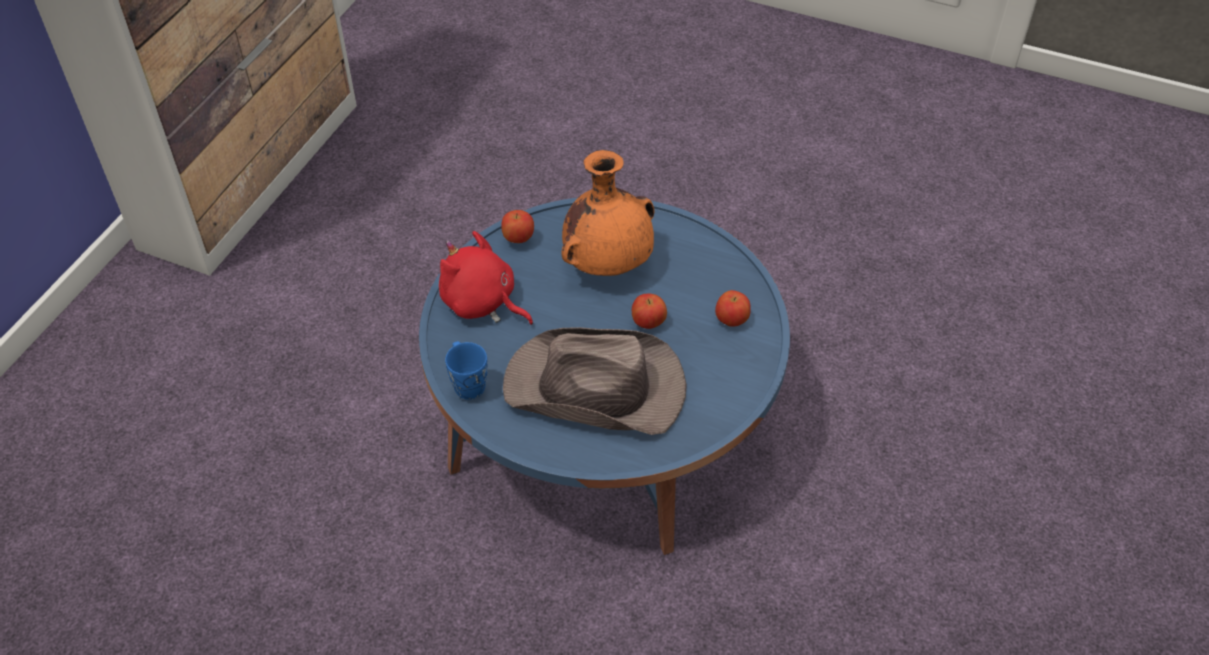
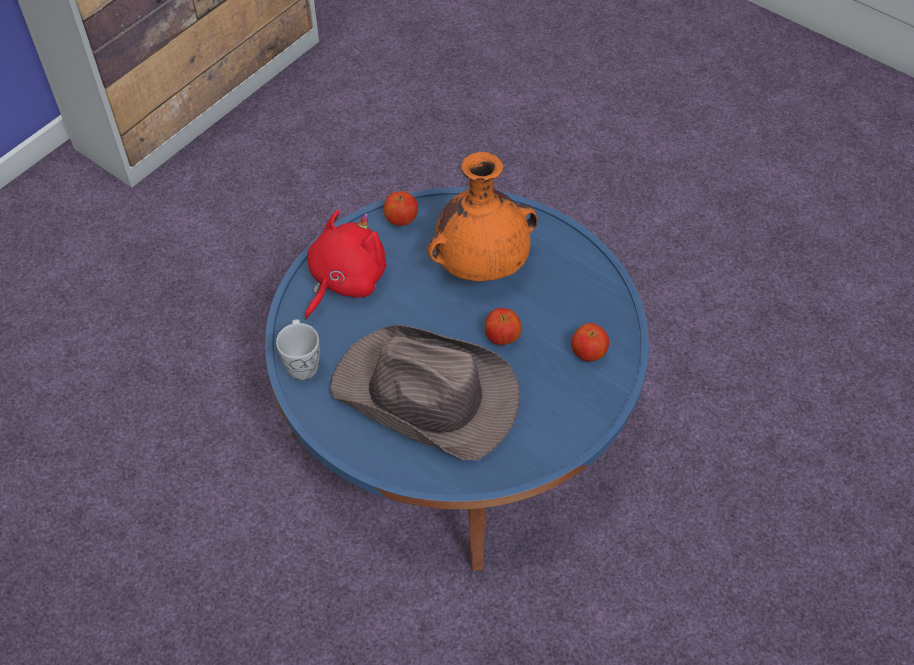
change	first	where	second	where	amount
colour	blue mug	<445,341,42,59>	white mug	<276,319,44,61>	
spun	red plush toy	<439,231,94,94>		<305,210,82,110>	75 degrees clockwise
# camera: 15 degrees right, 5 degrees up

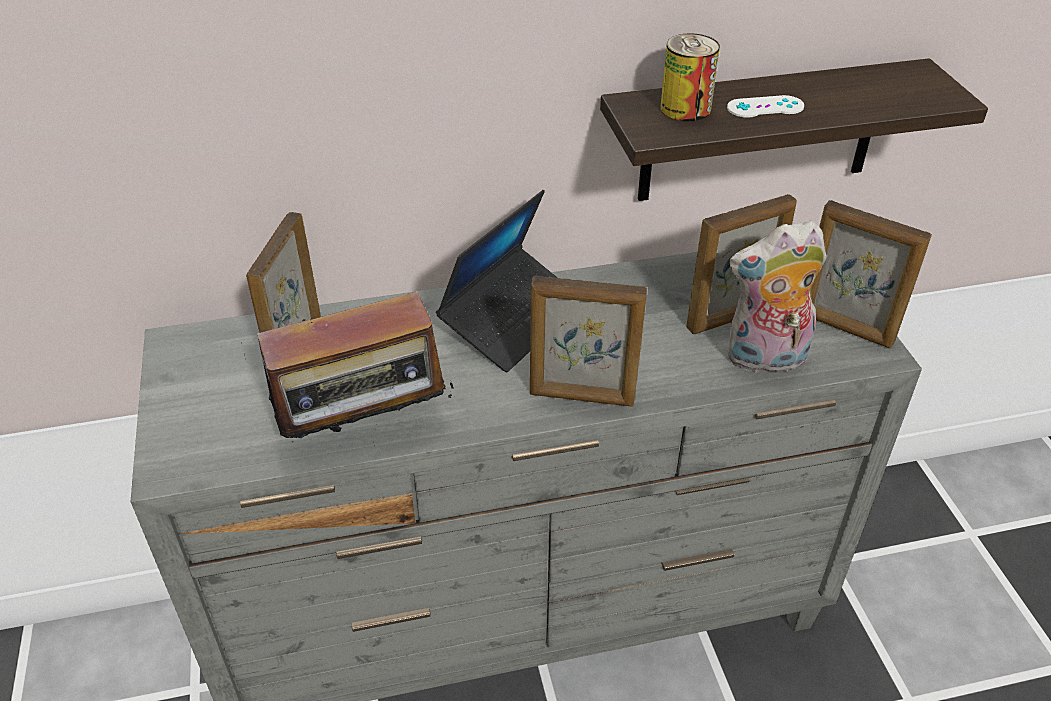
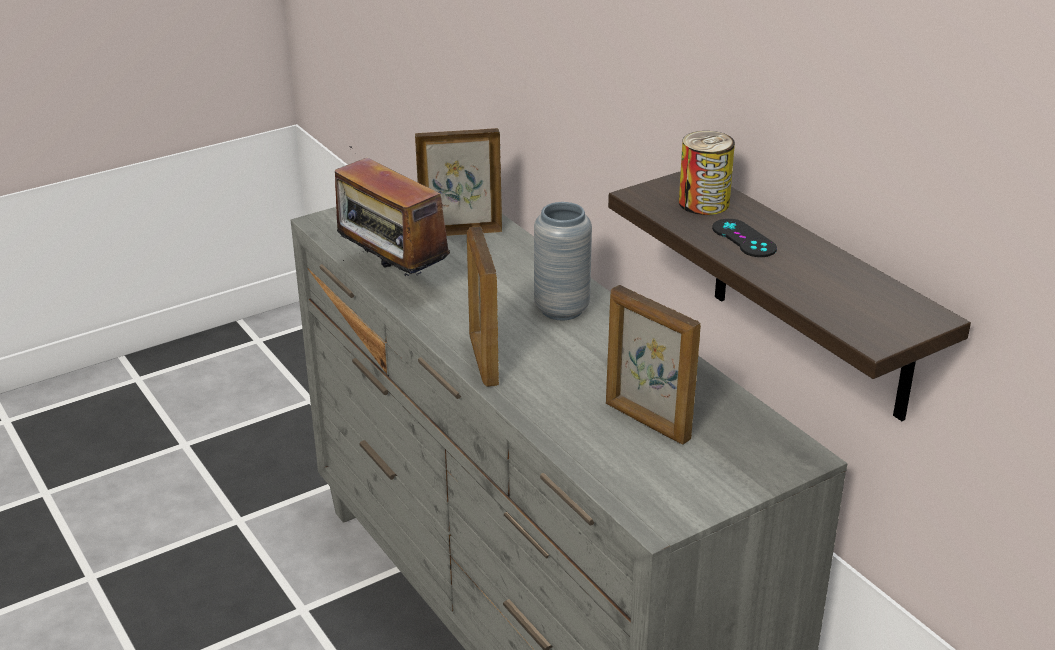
change	first	where	second	where	amount
missing	plush toy	<727,221,100,156>			
missing	picture frame	<810,200,122,149>			
exchanged	laptop	<436,190,122,182>	grey vase	<534,202,58,118>	
colour	white game controller	<727,95,77,23>	black game controller	<712,219,65,38>	
# camera: 70 degrees right, 10 degrees down

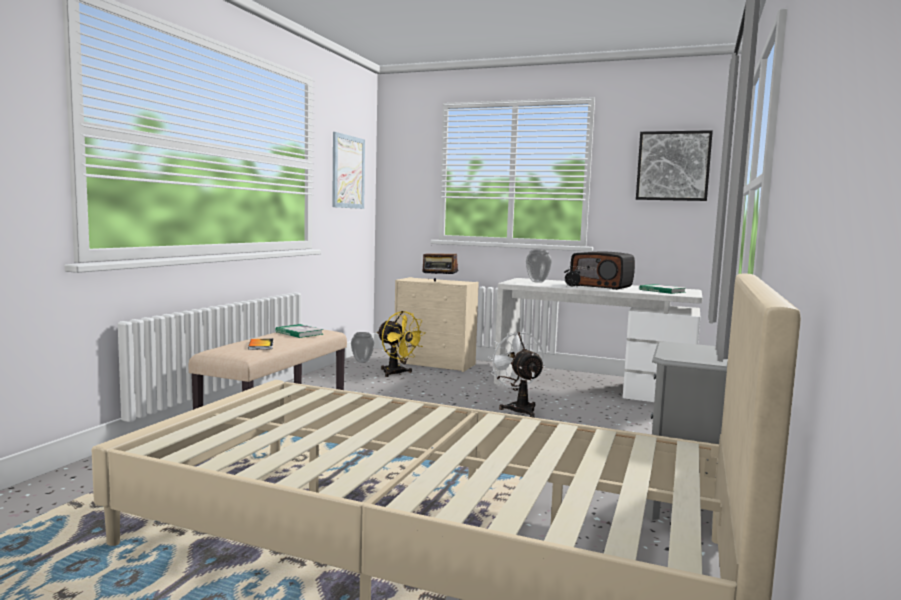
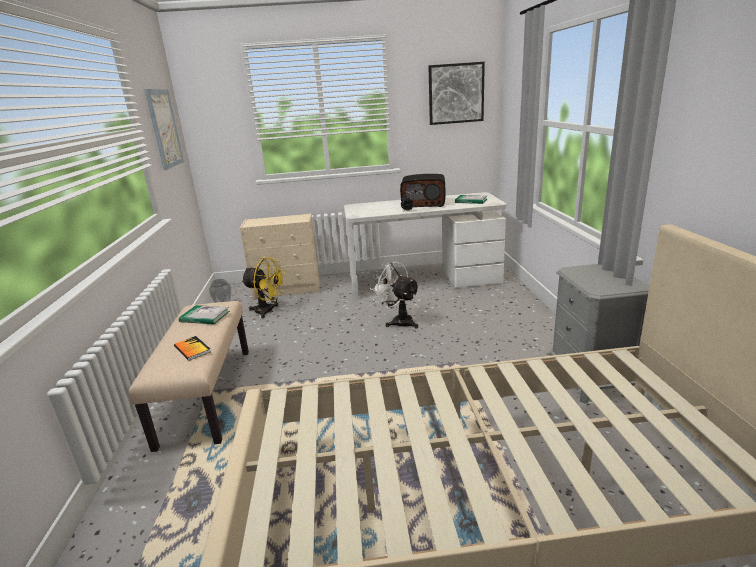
change	first	where	second	where	amount
missing	radio	<422,245,36,37>			
missing	vase	<526,249,26,34>			
# camera: 25 degrees left, 15 degrees up

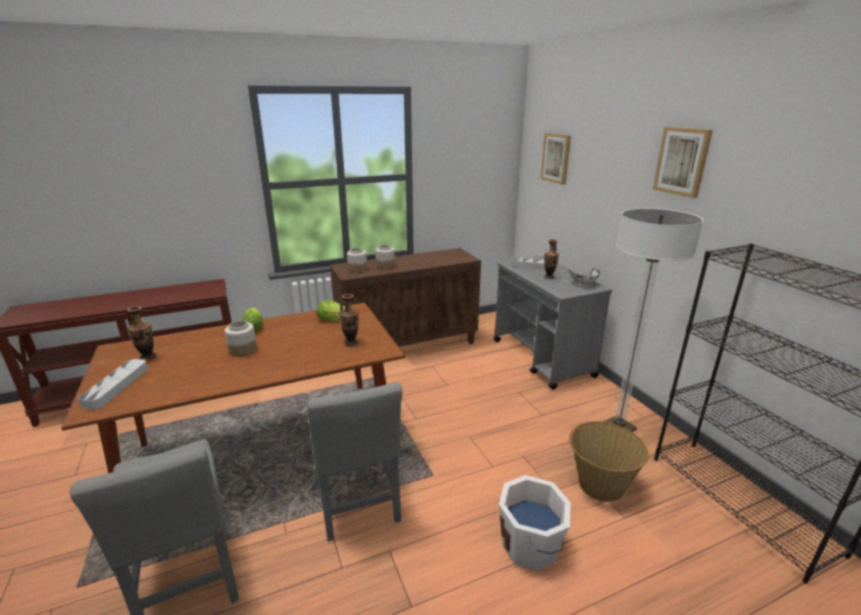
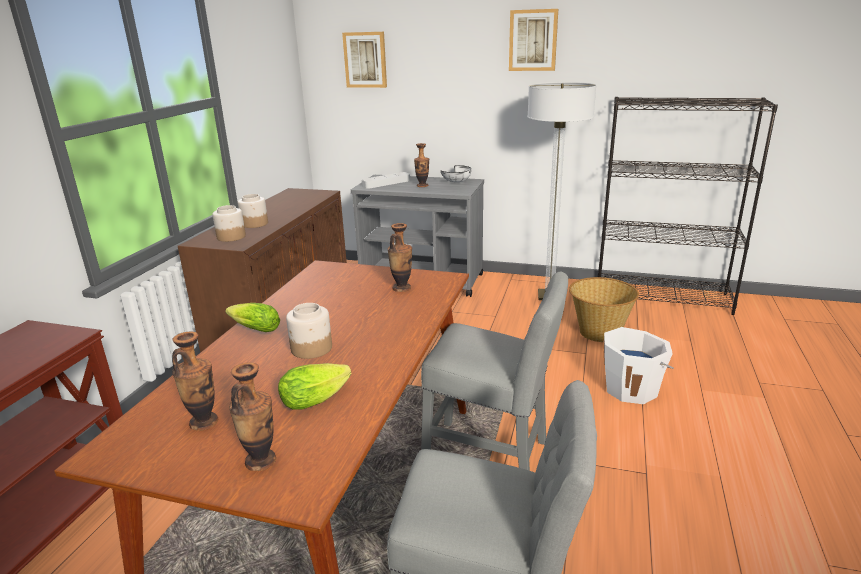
change	first	where	second	where	amount
relocated	lettuce	<316,300,29,22>		<278,363,73,46>	
exchanged	grey tray	<78,359,70,51>	vase	<229,362,47,109>	
# camera: 50 degrees left, 0 degrees up

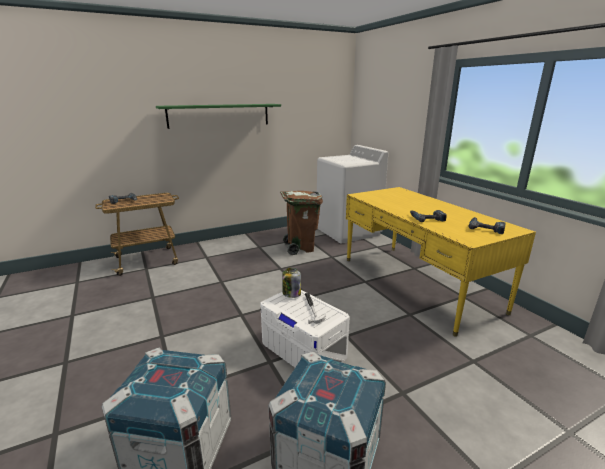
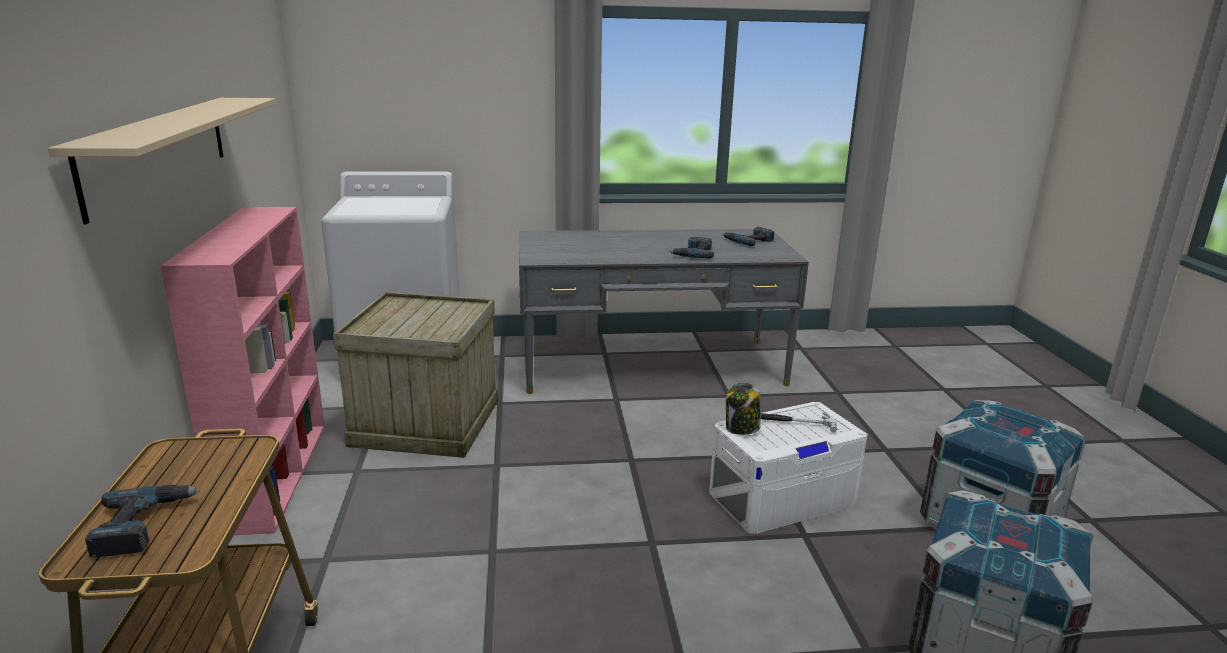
change	first	where	second	where	amount
appeared			pink bookcase	<161,207,164,328>	
exchanged	brown trash can	<280,191,43,64>	crate	<333,292,165,166>	
colour	green shelf	<156,104,125,25>	beige shelf	<48,98,228,126>	
colour	yellow desk	<346,187,190,150>	grey desk	<519,229,290,165>	
# camera: 70 degrees left, 0 degrees up

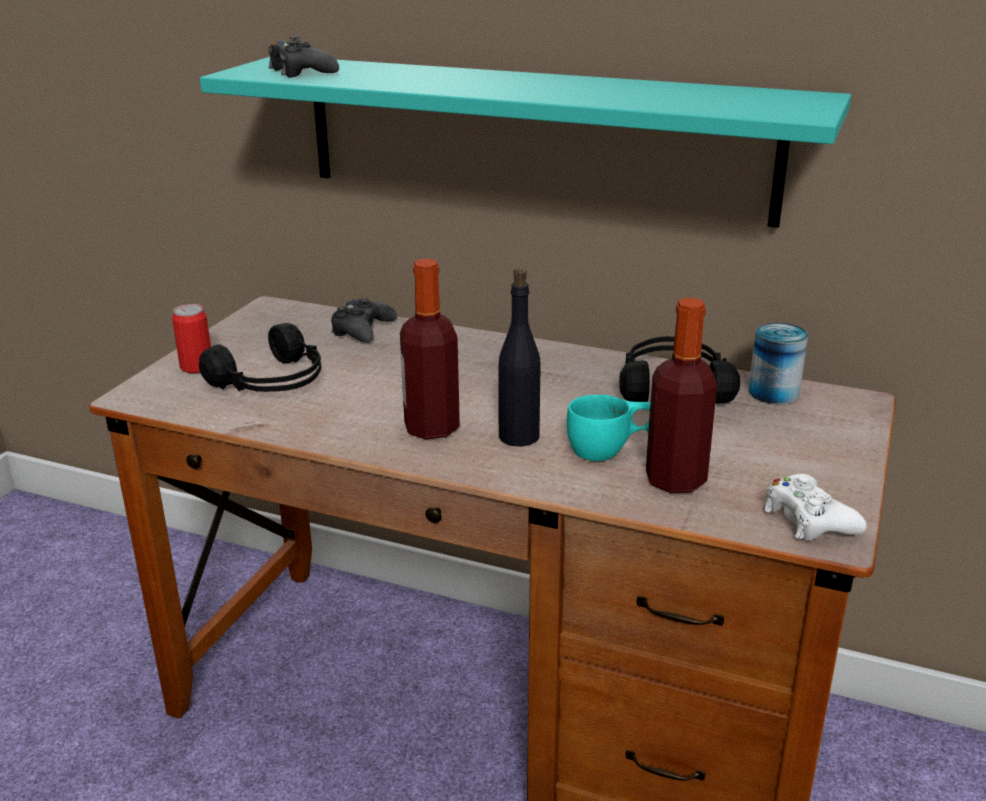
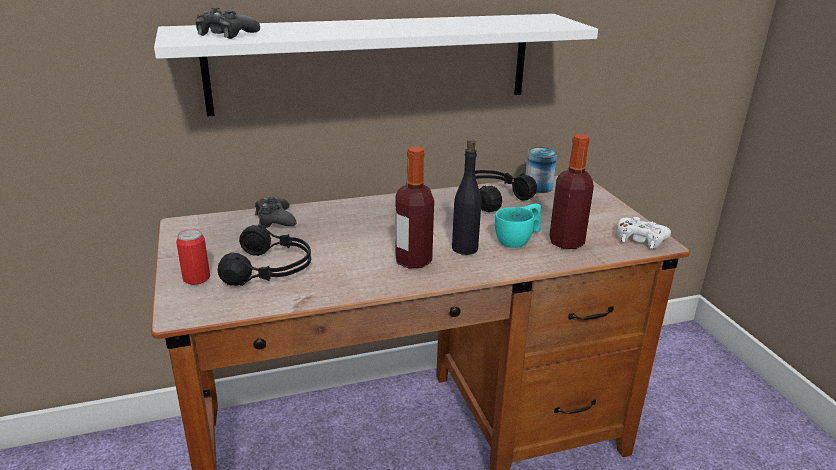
change	first	where	second	where	amount
colour	turquoise shelf	<200,57,651,171>	white shelf	<154,14,444,102>	
# camera: 40 degrees left, 0 degrees up

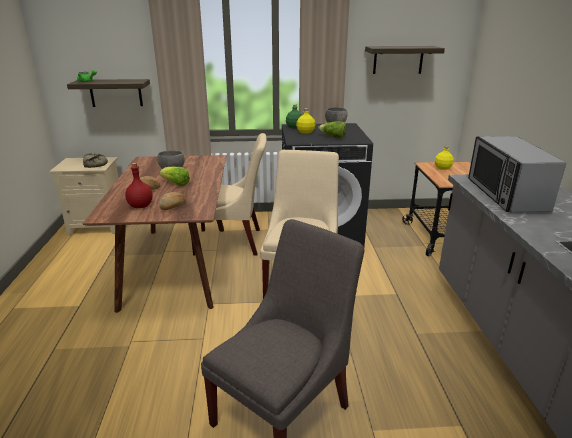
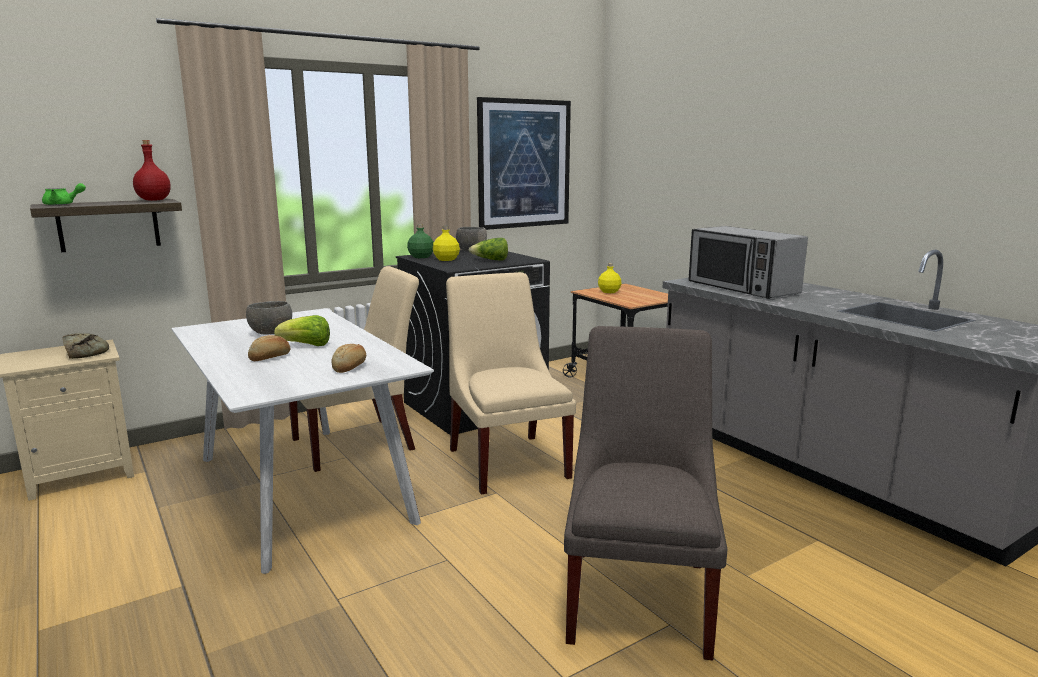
change	first	where	second	where	amount
relocated	red bottle	<125,163,28,45>		<133,140,38,61>	
exchanged	shelf	<365,46,80,28>	picture	<477,97,94,133>	
colour	brown dining table	<82,155,144,158>	white dining table	<171,308,263,266>	
# camera: 30 degrees left, 10 degrees down

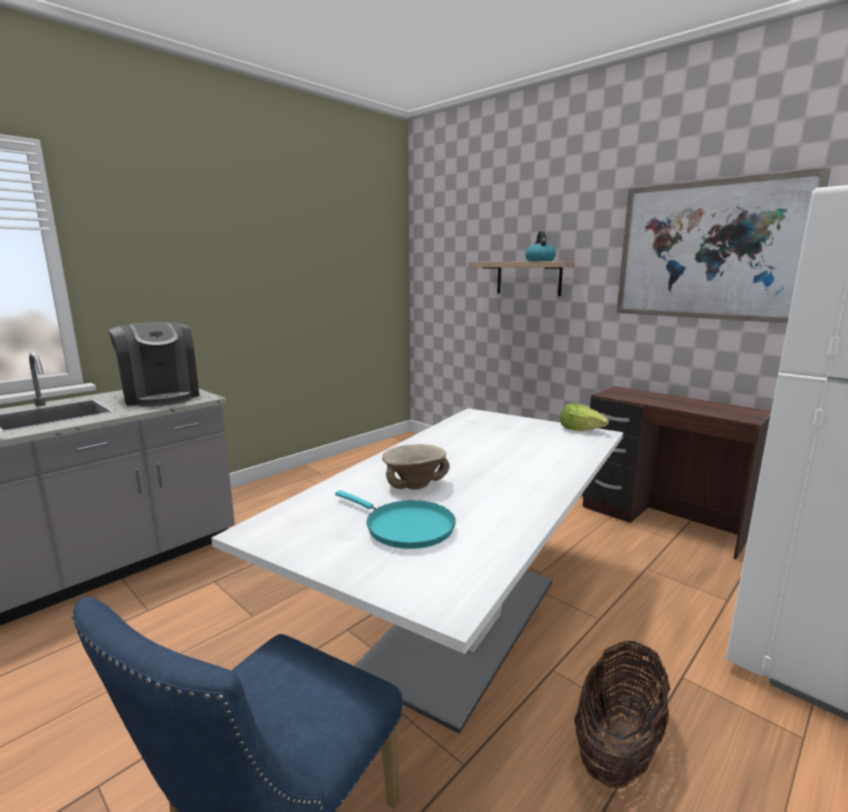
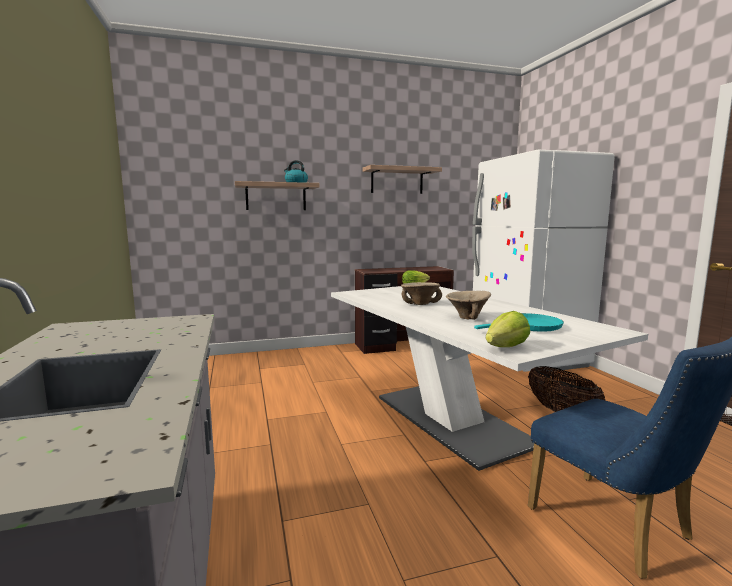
change	first	where	second	where	amount
missing	coffee machine	<108,322,91,85>			
appeared			beige bowl	<401,282,41,23>	
appeared			lettuce	<485,311,45,36>	
exchanged	picture	<617,168,214,155>	shelf	<363,165,79,29>	
# camera: 60 degrees left, 5 degrees down

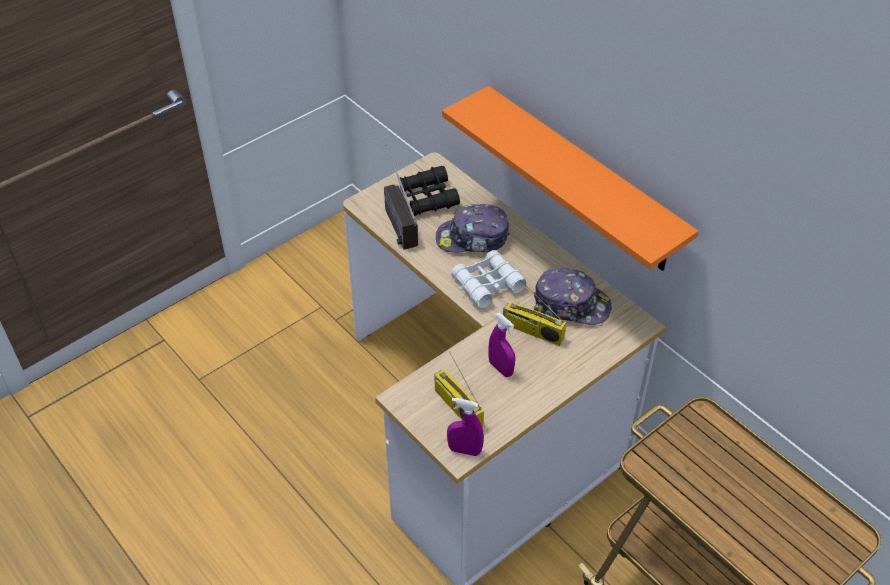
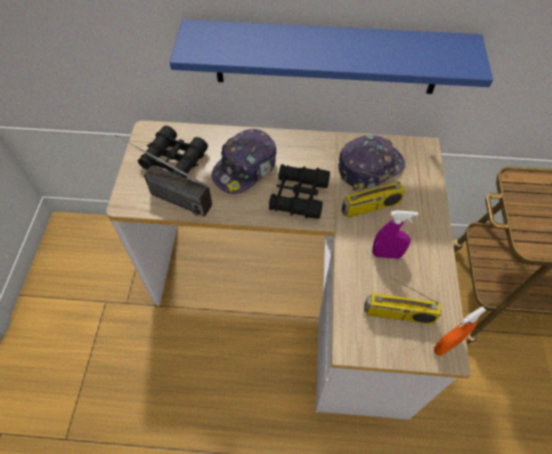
change	first	where	second	where	amount
colour	orange shelf	<442,86,256,185>	blue shelf	<170,19,323,75>	
colour	purple spray bottle	<447,398,37,58>	orange spray bottle	<434,306,52,50>	
colour	white binoculars	<451,250,75,58>	black binoculars	<269,164,61,55>	
# camera: 45 degrees left, 10 degrees up

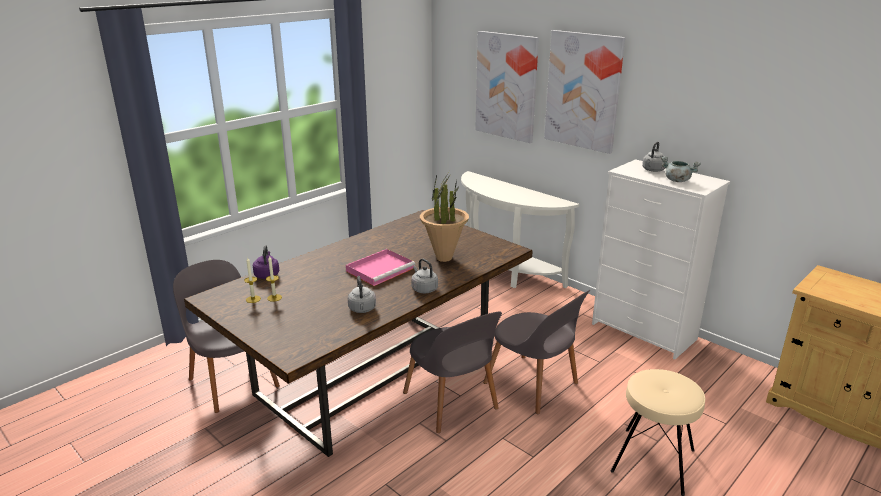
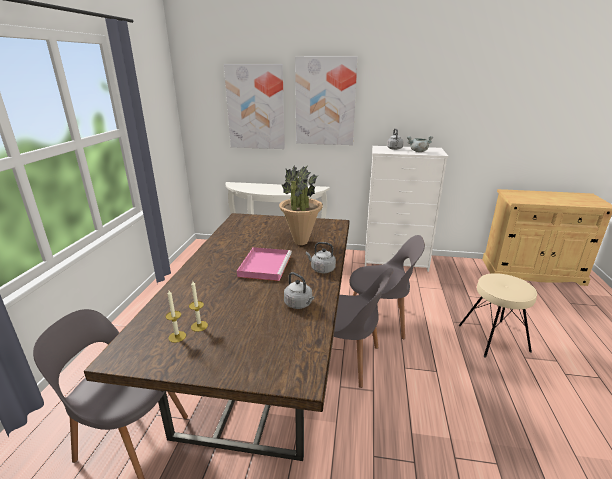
change	first	where	second	where	amount
missing	purple kettle	<253,245,27,34>			
# camera: 35 degrees left, 0 degrees up

